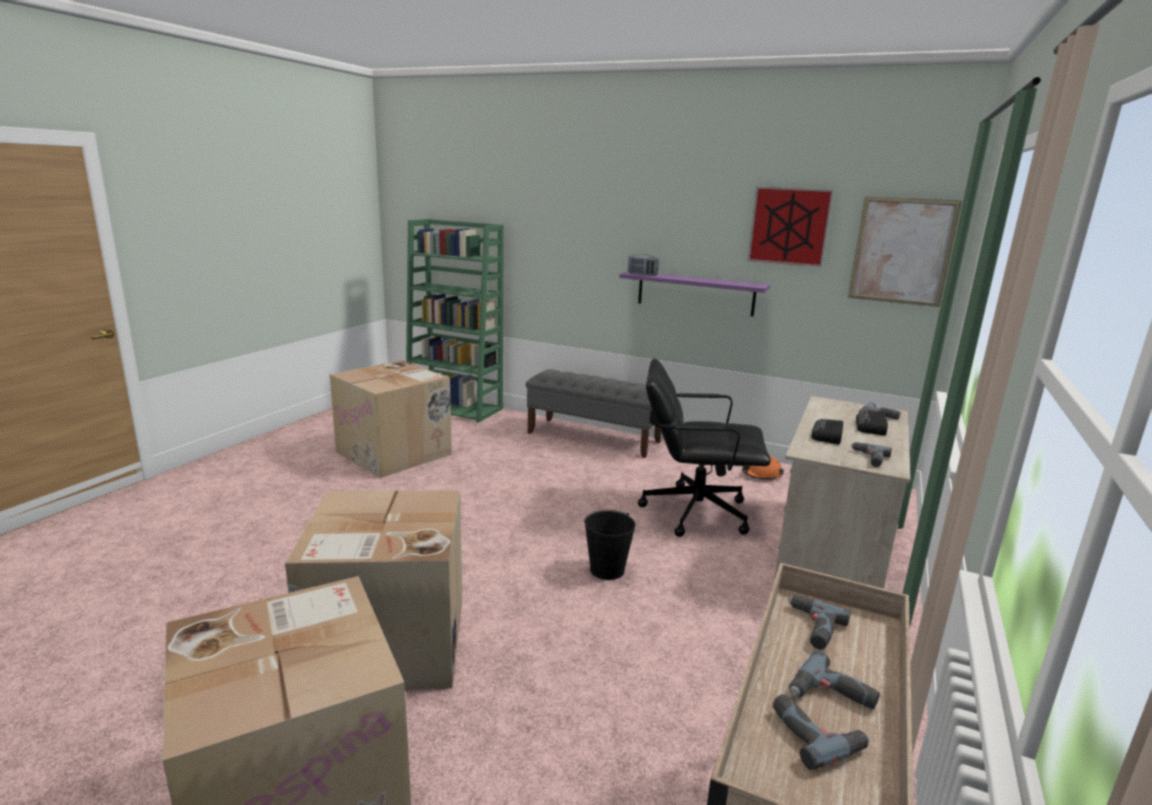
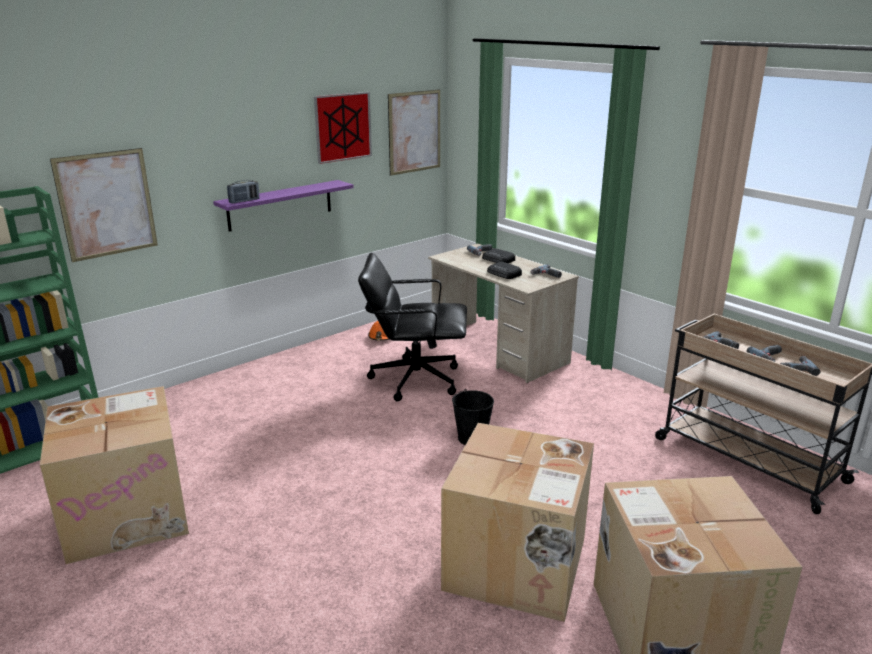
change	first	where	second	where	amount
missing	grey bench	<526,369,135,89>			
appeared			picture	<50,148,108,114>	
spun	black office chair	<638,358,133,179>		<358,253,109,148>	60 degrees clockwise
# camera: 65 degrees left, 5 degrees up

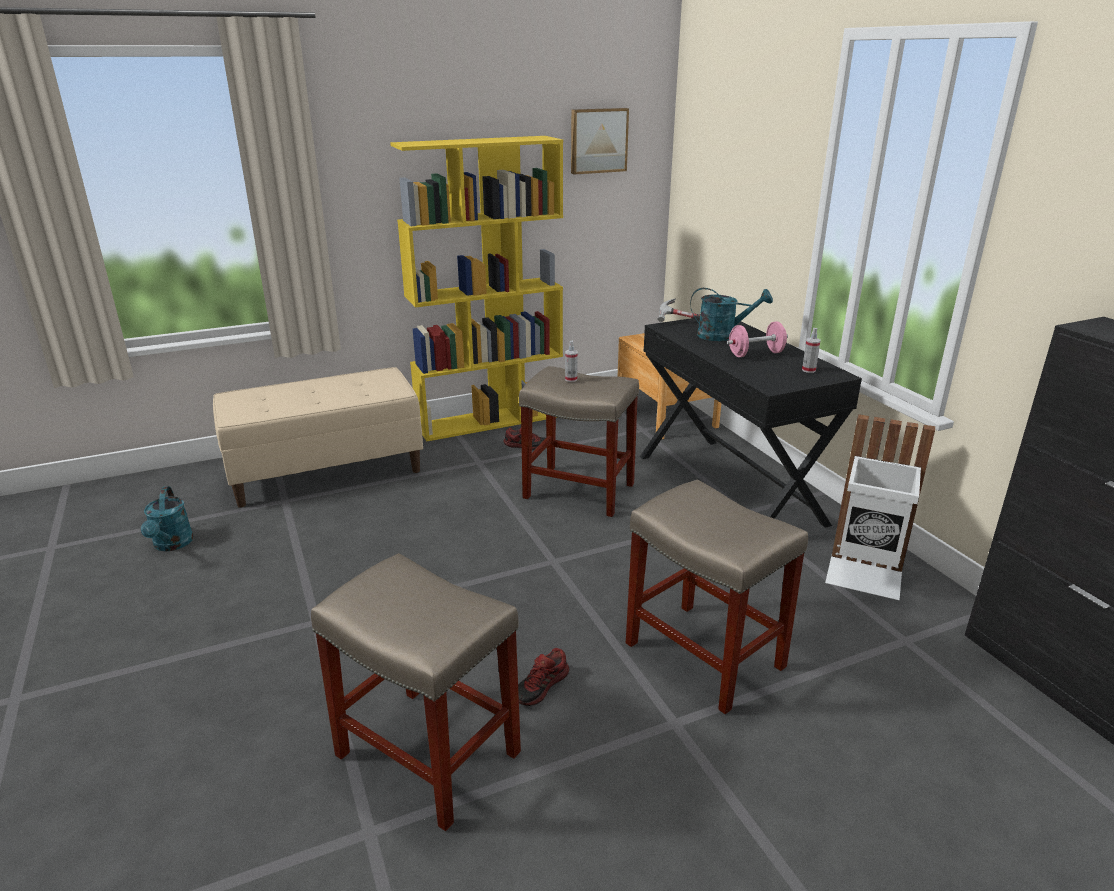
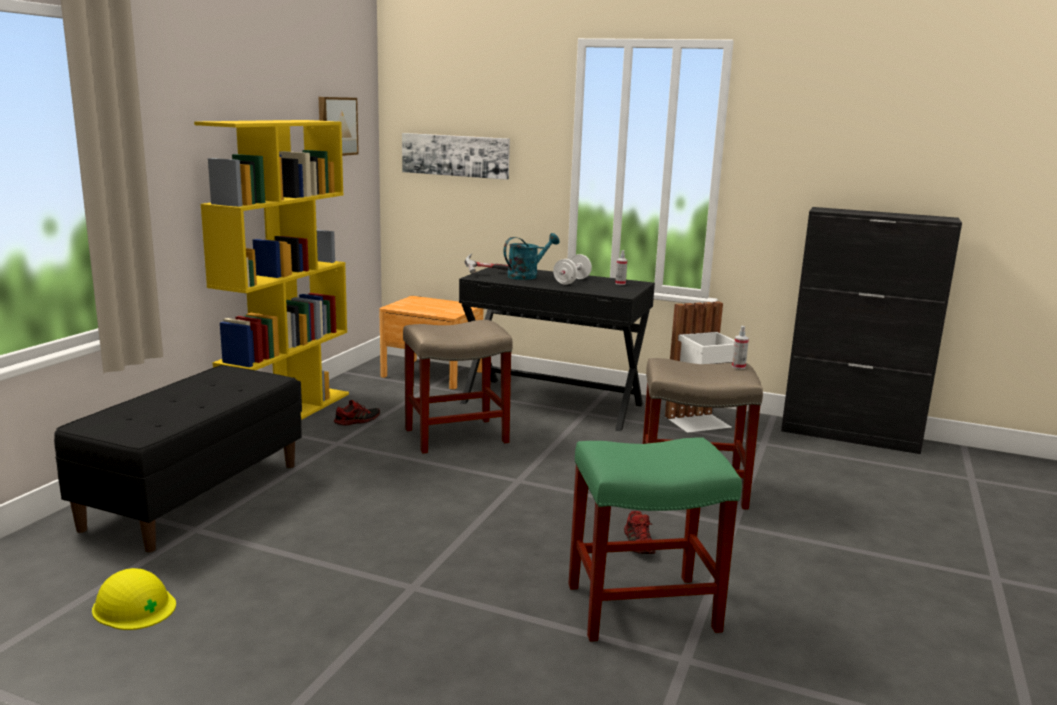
change	first	where	second	where	amount
appeared			picture	<402,133,108,47>	
relocated	spray bottle	<565,341,13,41>		<732,326,17,43>	
exchanged	turquoise watering can	<141,486,53,65>	yellow hard hat	<92,568,84,62>	
colour	beige bench	<213,367,210,141>	black bench	<54,365,248,187>	
colour	beige stool	<311,553,210,278>	green stool	<568,437,174,205>	
colour	pink dumbbell	<727,321,61,36>	white dumbbell	<553,254,39,31>	
# camera: 45 degrees left, 10 degrees down

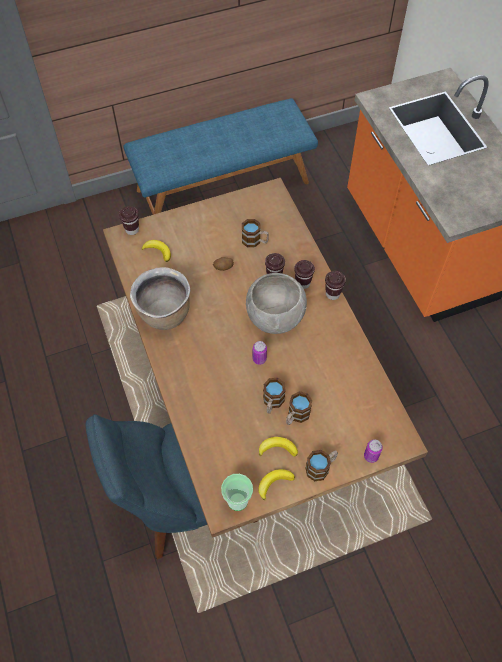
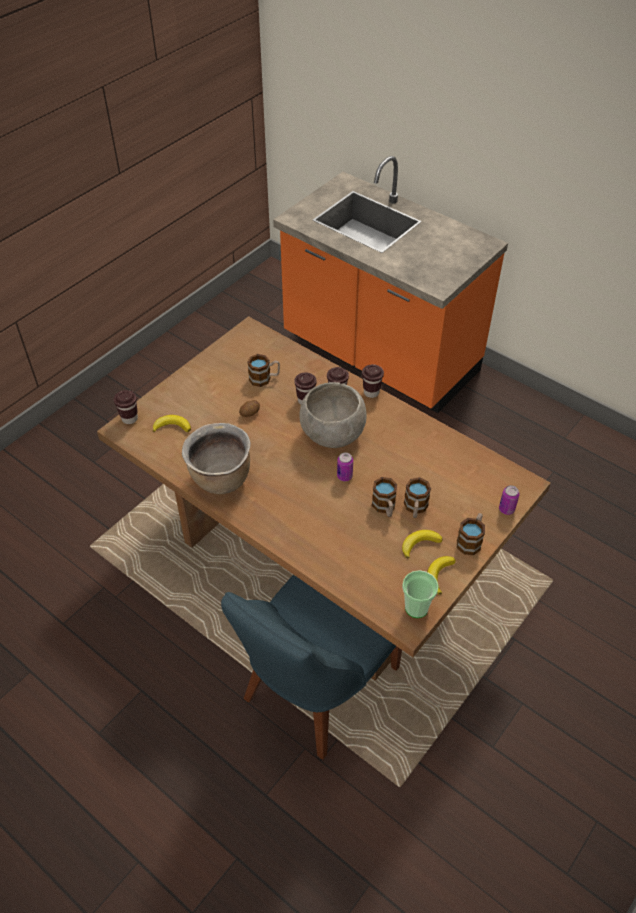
change	first	where	second	where	amount
missing	blue bench	<124,98,194,117>			
# camera: 30 degrees left, 10 degrees down

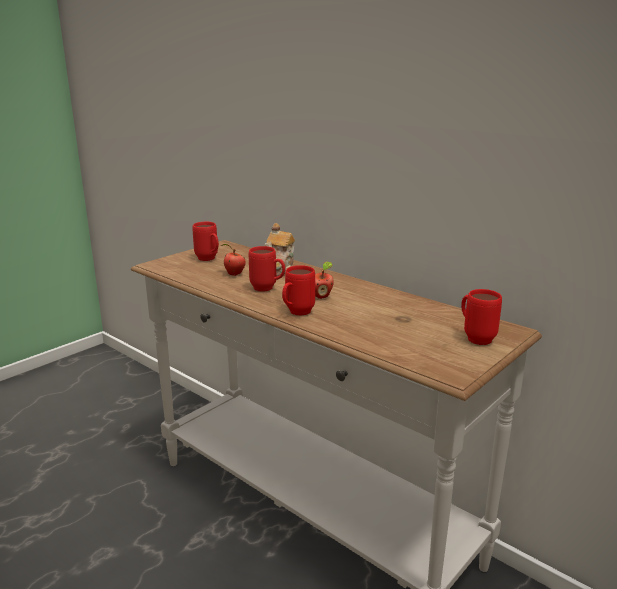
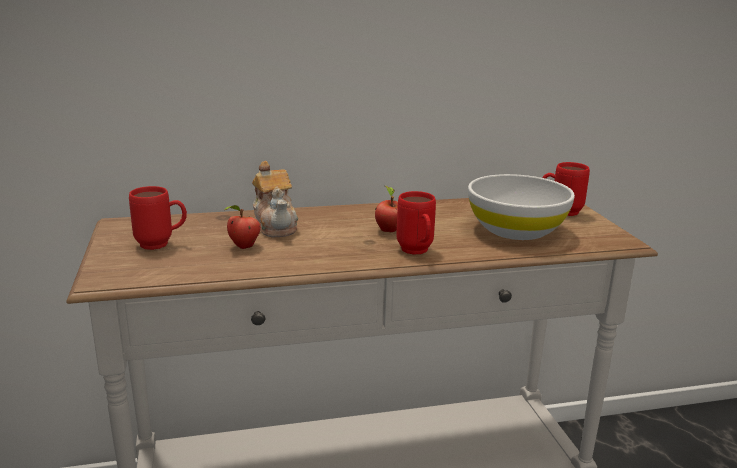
change	first	where	second	where	amount
missing	red mug	<249,246,36,46>			
appeared			white bowl	<468,174,107,66>	
# camera: 55 degrees left, 0 degrees up

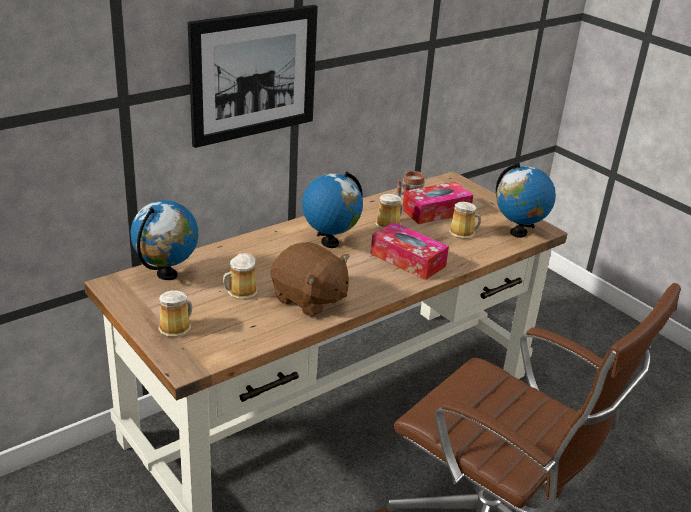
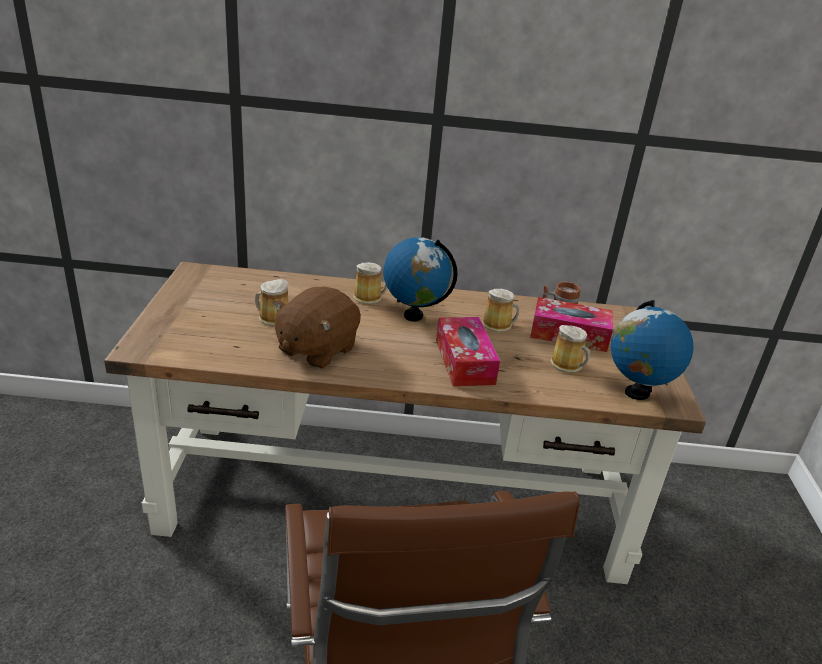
change	first	where	second	where	amount
missing	globe	<131,200,67,80>			
missing	picture	<188,5,130,143>			
relocated	mug	<158,290,34,47>		<353,262,34,42>	
spun	brown plush toy	<271,242,79,75>		<273,287,88,82>	45 degrees clockwise
# camera: 40 degrees right, 0 degrees up

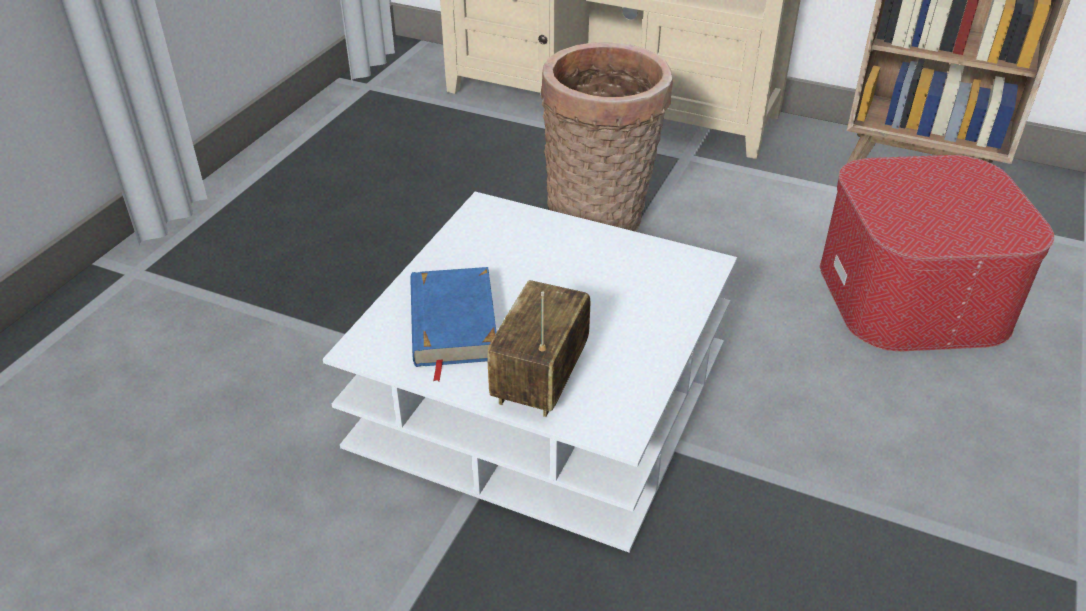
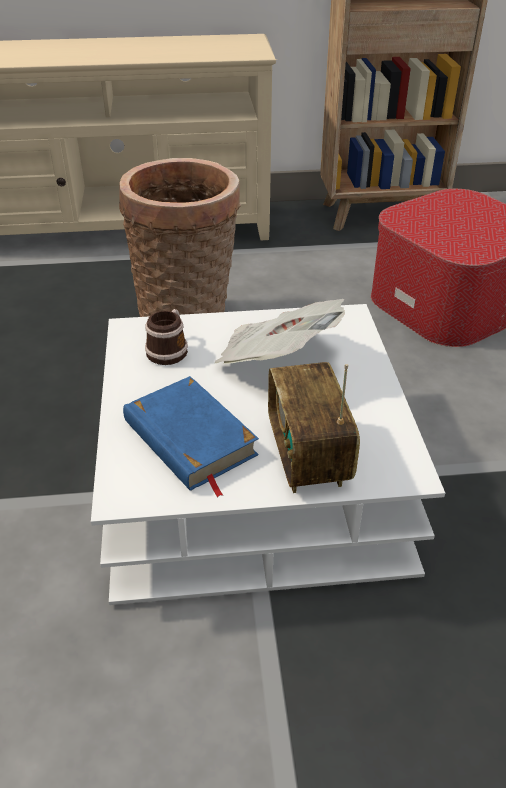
change	first	where	second	where	amount
appeared			mug	<145,309,43,56>	
appeared			newspaper	<215,299,130,65>	
# camera: 30 degrees left, 0 degrees up

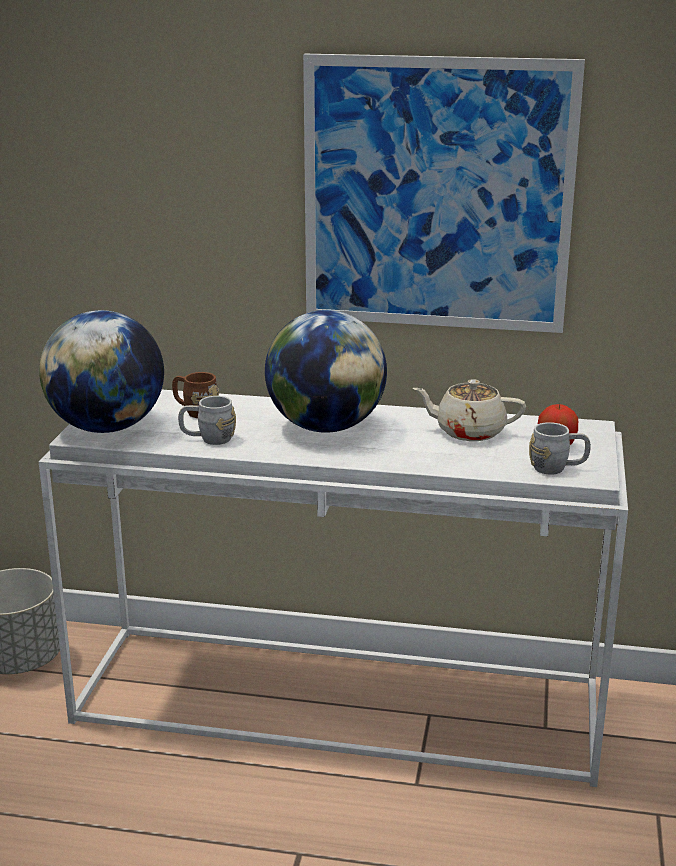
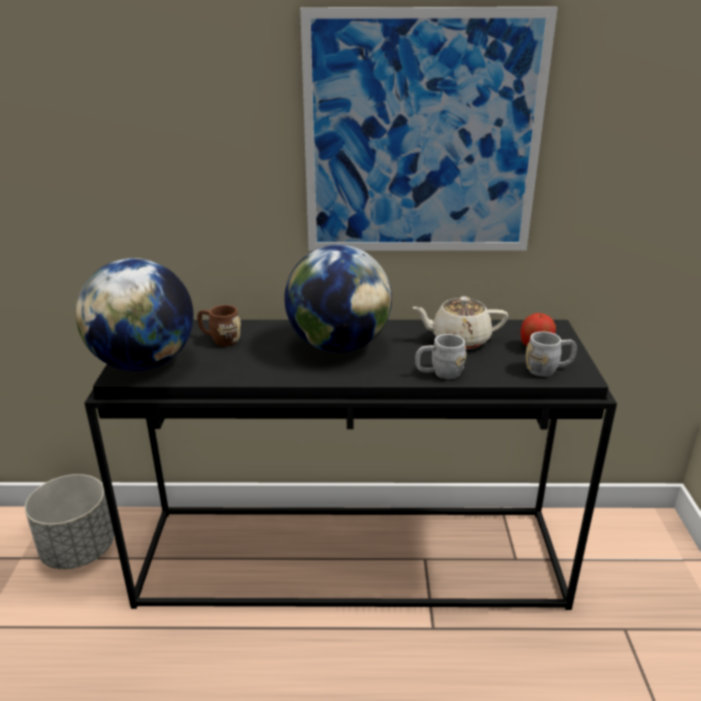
change	first	where	second	where	amount
relocated	grey mug	<178,396,58,49>		<415,334,52,45>	
colour	white console table	<39,390,589,397>	black console table	<84,320,533,290>	
# camera: 10 degrees left, 5 degrees up

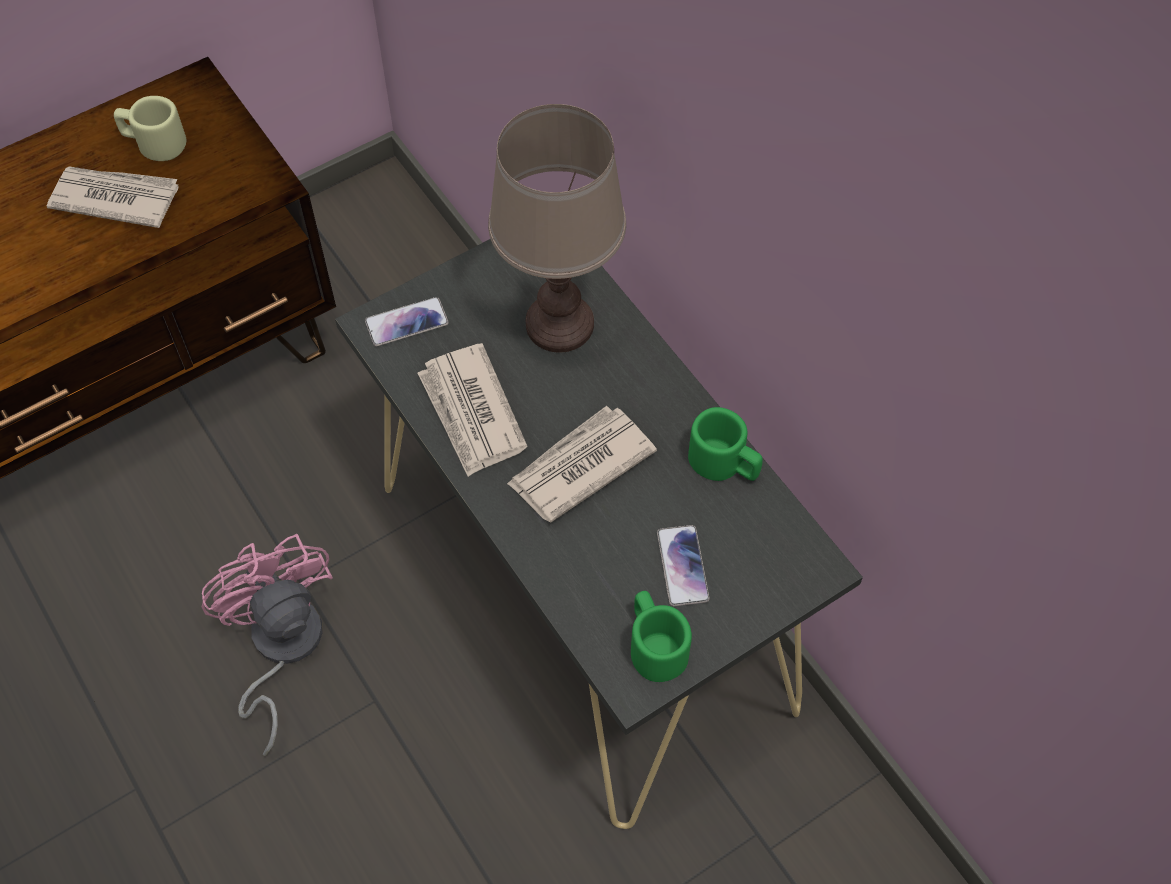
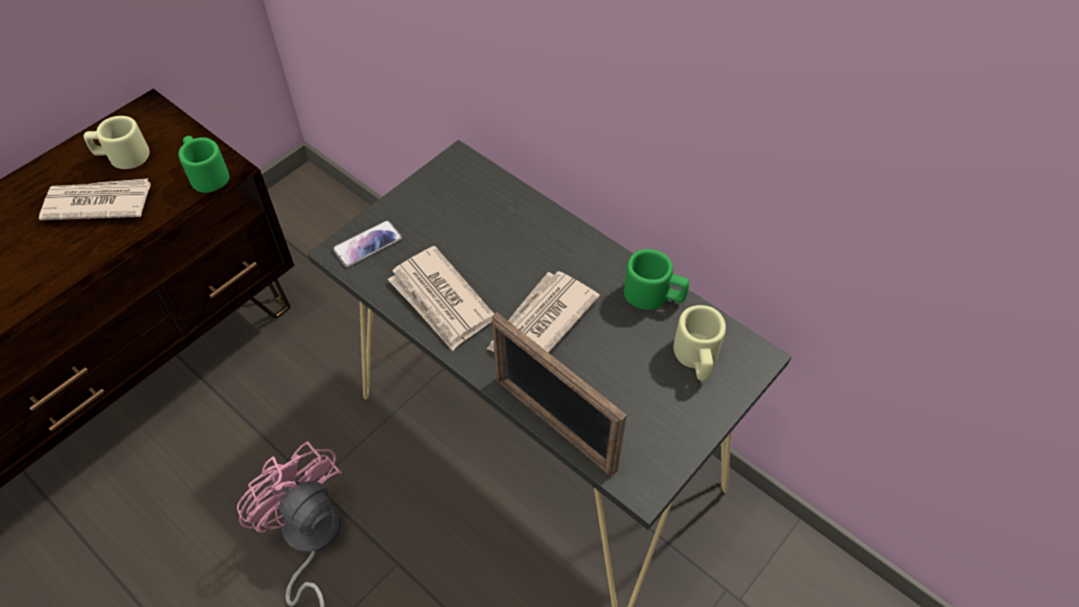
change	first	where	second	where	amount
missing	brown table lamp	<488,104,138,249>			
missing	phone	<657,525,53,81>			
appeared			picture frame	<492,312,135,164>	
appeared			beige mug	<673,305,53,76>	
relocated	green mug	<631,591,61,91>		<179,136,50,57>	
# camera: 15 degrees left, 5 degrees down

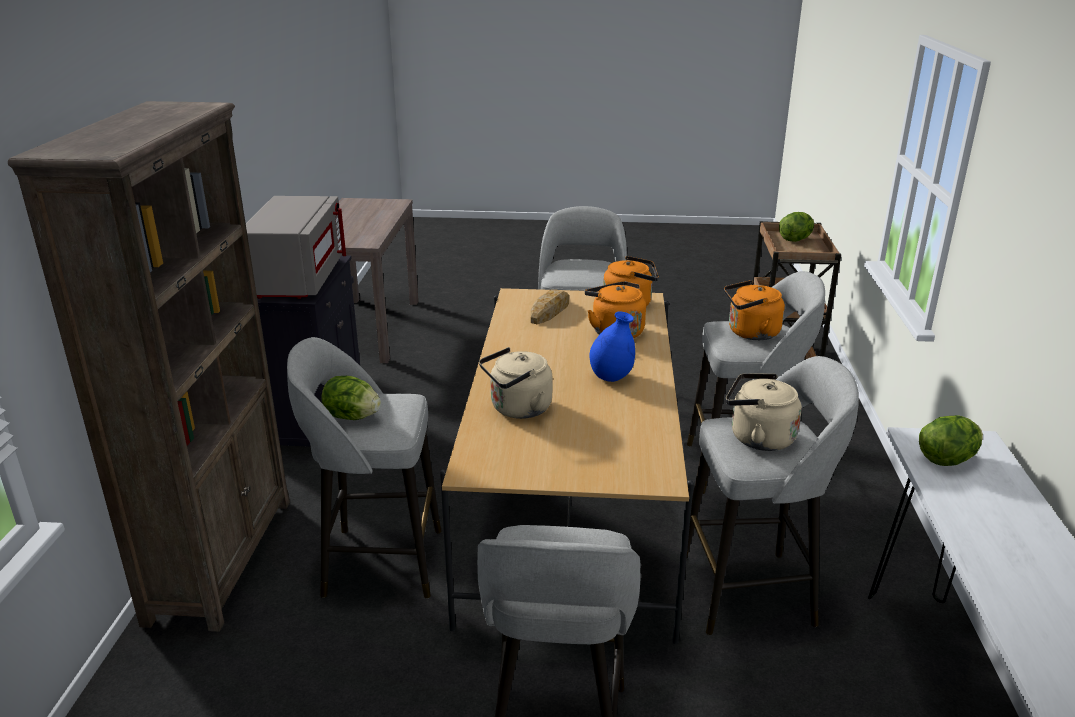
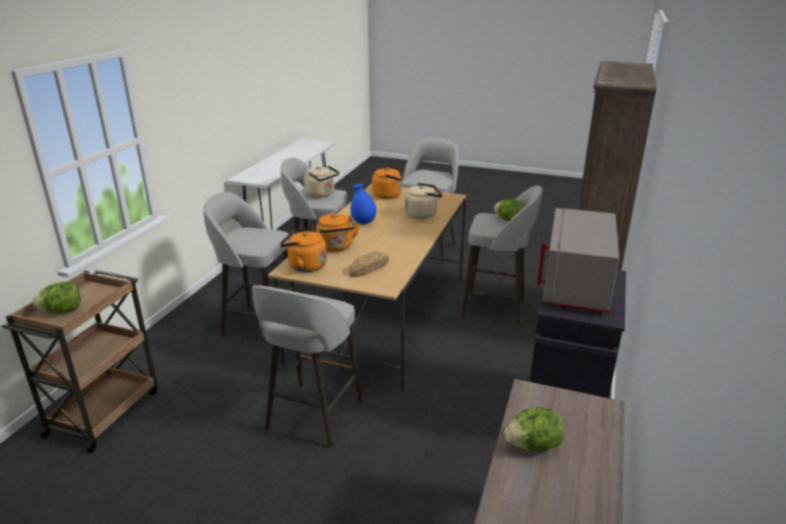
change	first	where	second	where	amount
relocated	orange kettle	<724,280,61,60>		<372,166,33,33>	
relocated	lettuce	<919,415,64,51>		<504,407,60,45>	
# camera: 165 degrees left, 0 degrees up

